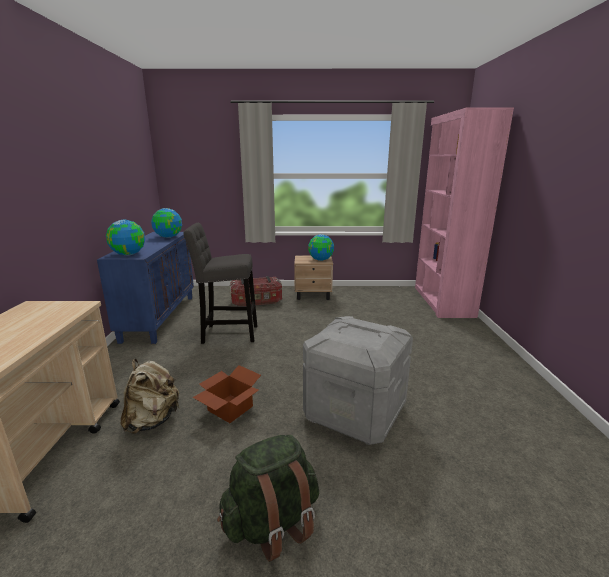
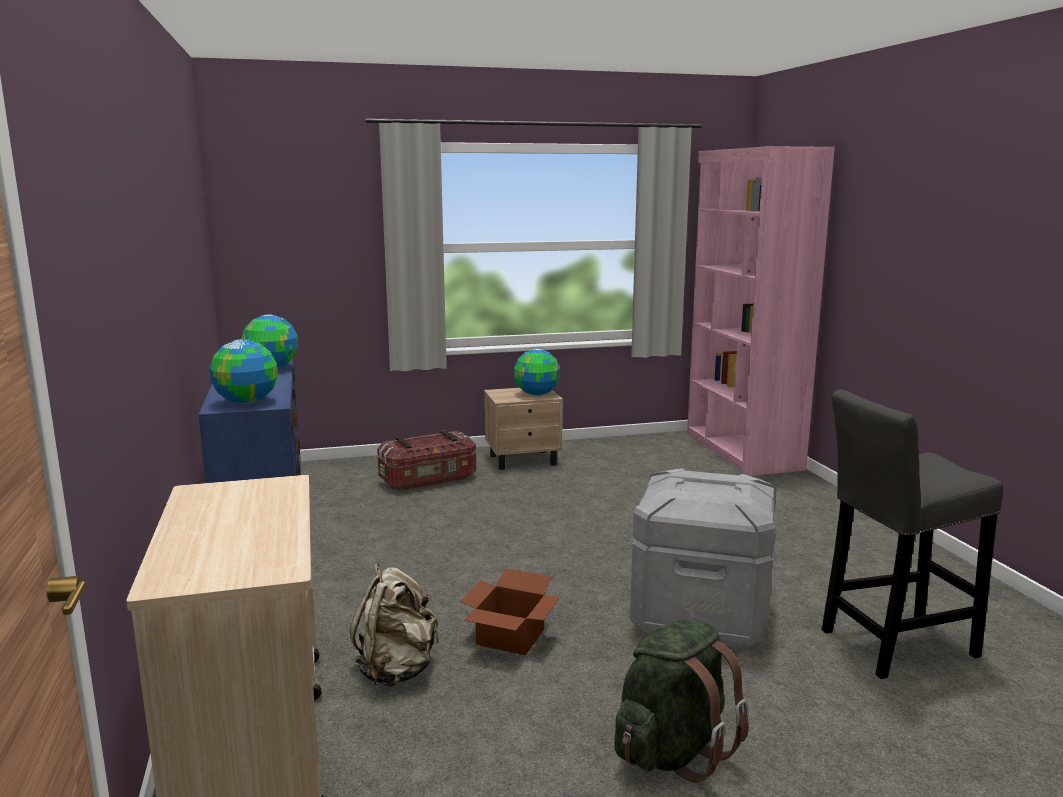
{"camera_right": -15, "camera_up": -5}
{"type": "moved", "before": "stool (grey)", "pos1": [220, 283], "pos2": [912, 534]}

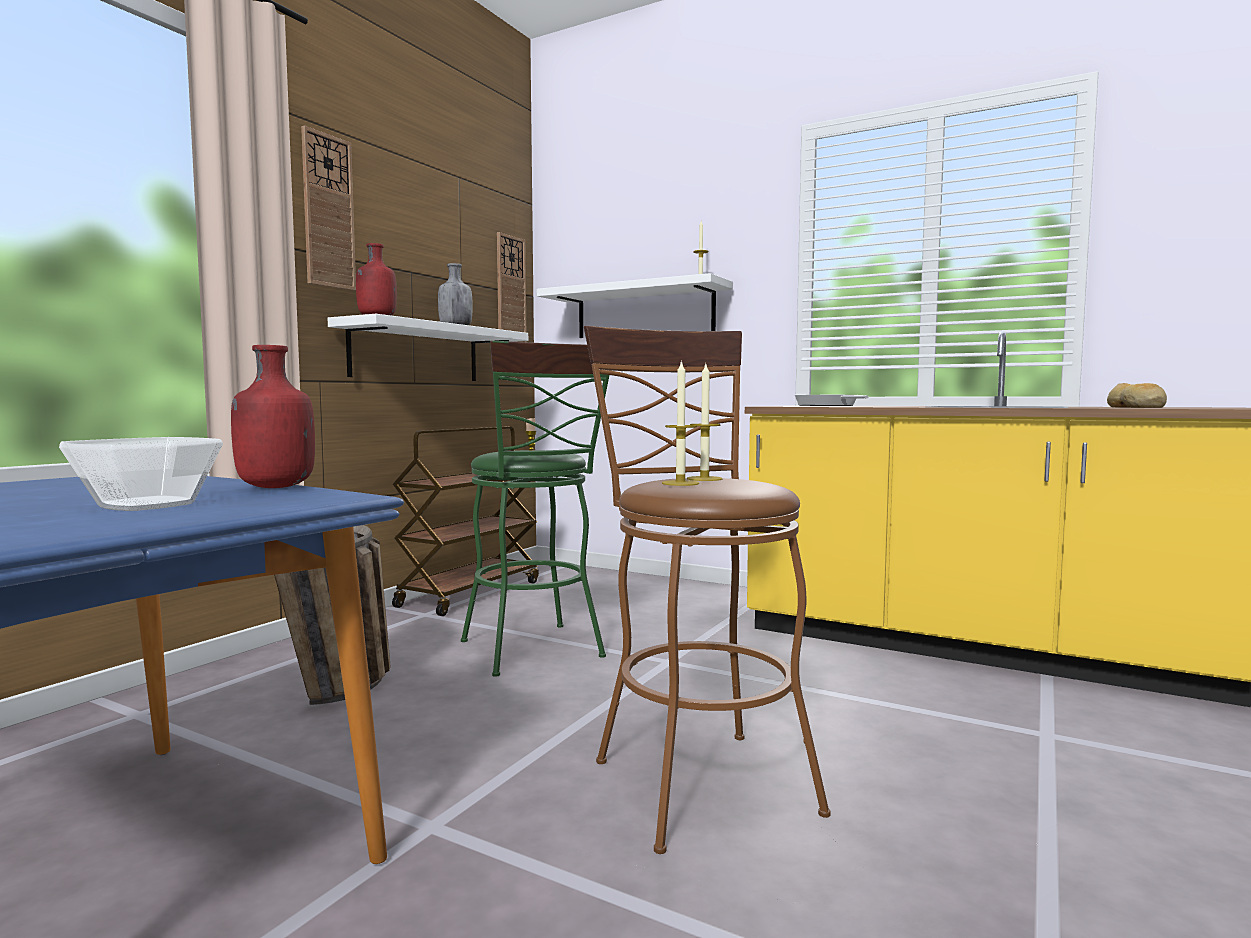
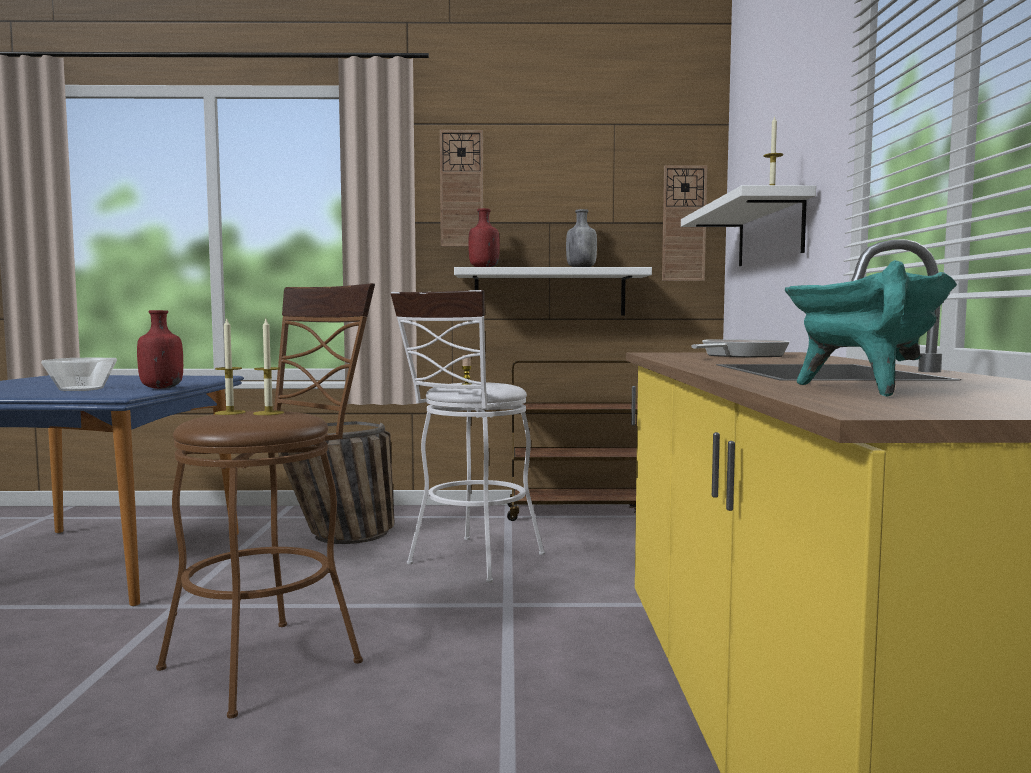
{"camera_right": 60, "camera_up": 0}
{"type": "recoloured", "before": "stool (green)", "after": "stool (white)", "pos1": [536, 509], "pos2": [467, 436]}
{"type": "replaced", "before": "bread", "after": "cooking pot (turquoise)", "pos1": [1137, 395], "pos2": [871, 328]}

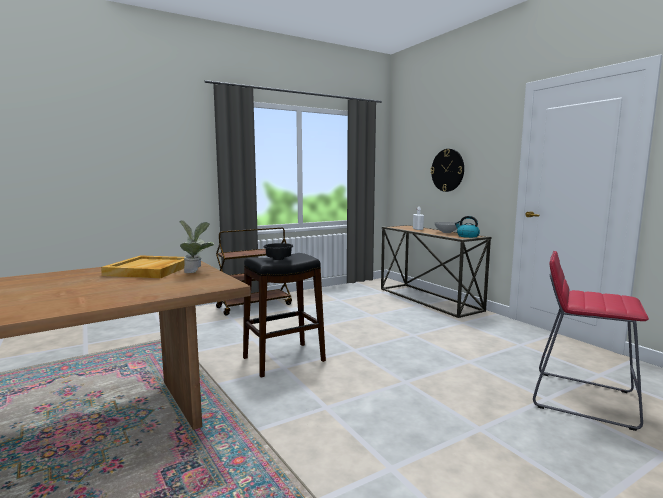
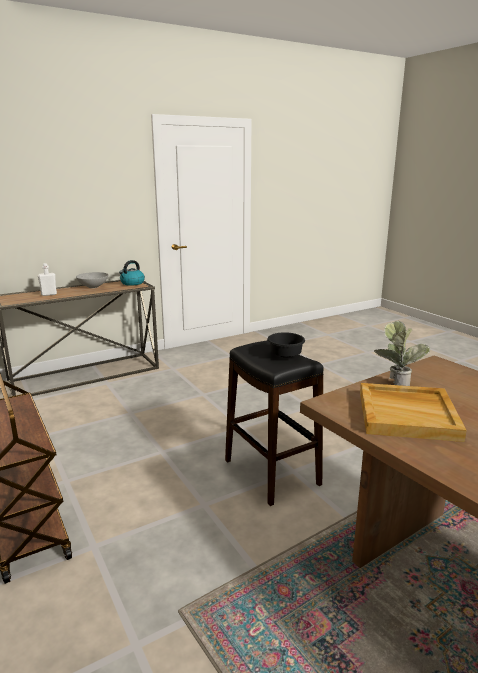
{"camera_right": -90, "camera_up": 10}
{"type": "removed", "before": "wall clock", "pos1": [447, 170]}
{"type": "removed", "before": "stool (red)", "pos1": [591, 341]}

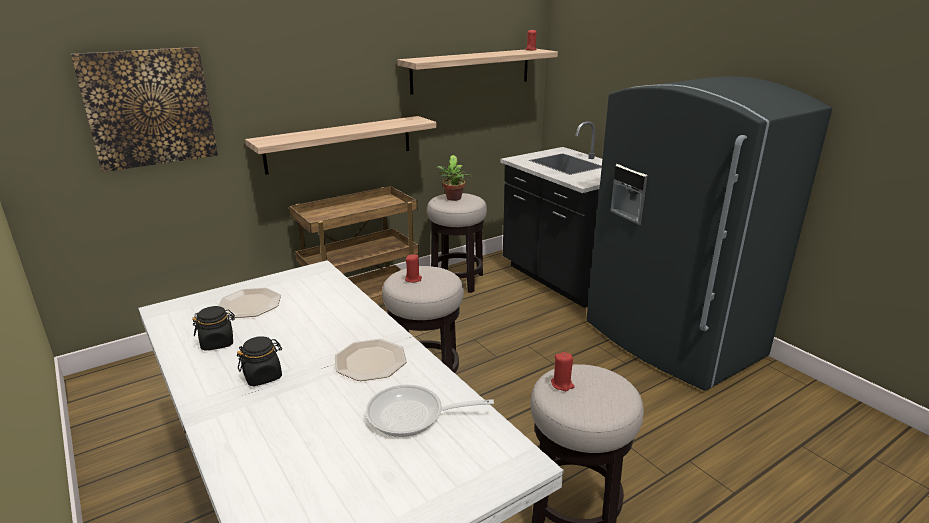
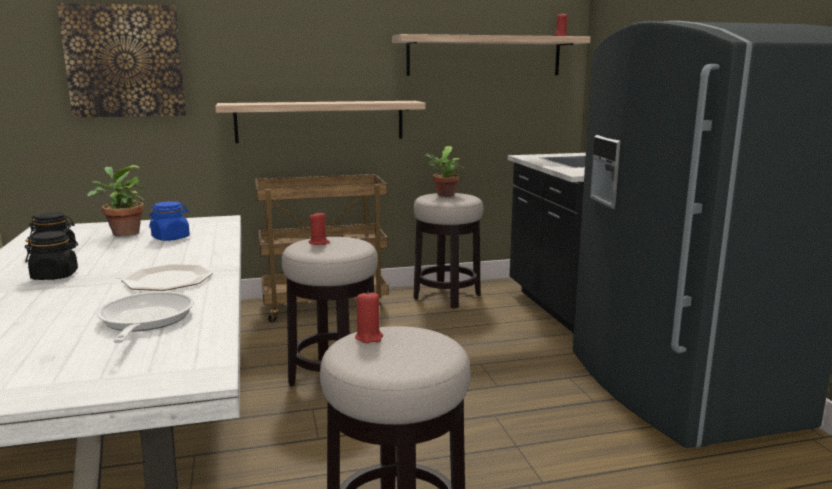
{"camera_right": 20, "camera_up": -10}
{"type": "replaced", "before": "plate", "after": "potted plant", "pos1": [249, 303], "pos2": [116, 201]}
{"type": "turned", "before": "frying pan", "pos1": [430, 411], "pos2": [145, 317], "turn": 60}
{"type": "added", "after": "jar (blue)", "pos2": [169, 221]}

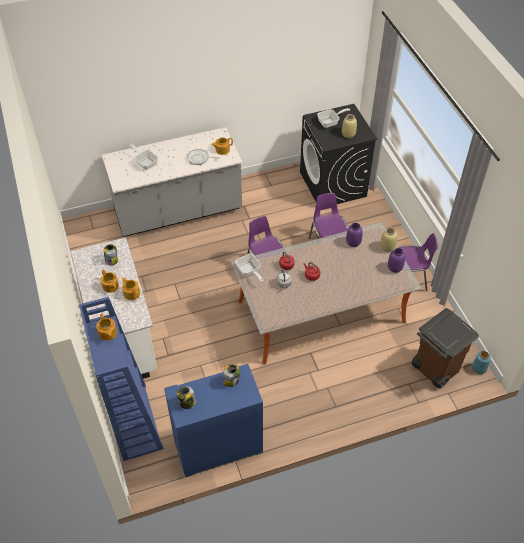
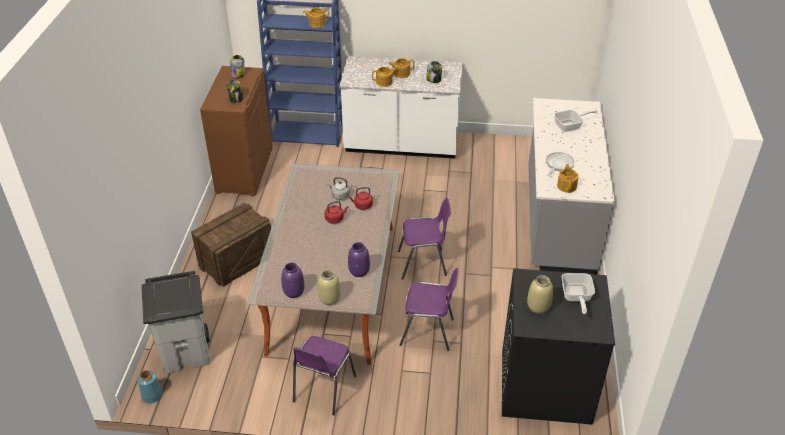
{"camera_right": 115, "camera_up": -10}
{"type": "recoloured", "before": "trash can (brown)", "after": "trash can (grey)", "pos1": [445, 348], "pos2": [176, 322]}
{"type": "added", "after": "crate", "pos2": [231, 245]}
{"type": "recoloured", "before": "cabinet (blue)", "after": "cabinet (brown)", "pos1": [213, 420], "pos2": [236, 131]}
{"type": "removed", "before": "frying pan", "pos1": [249, 268]}

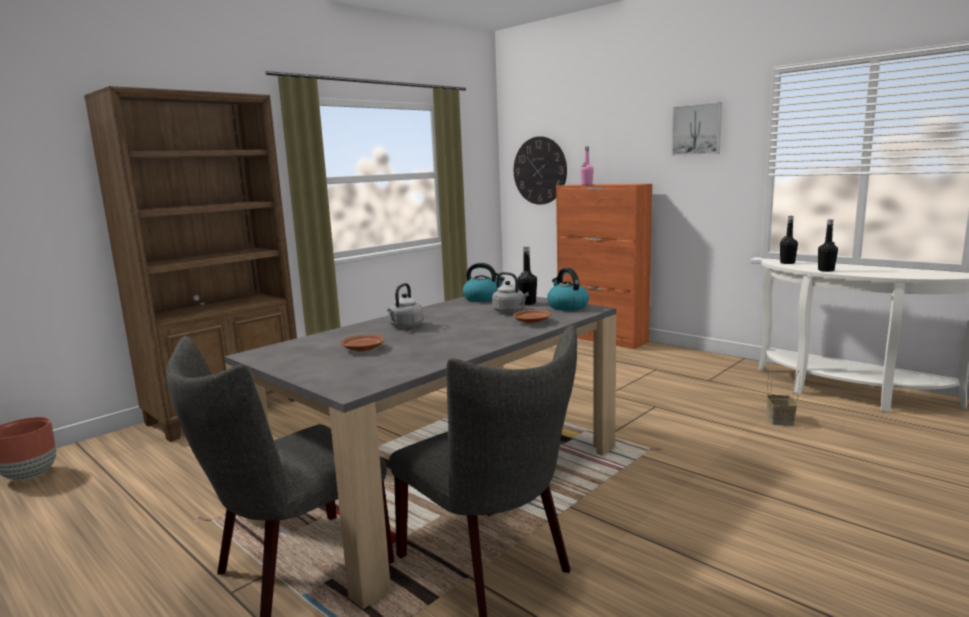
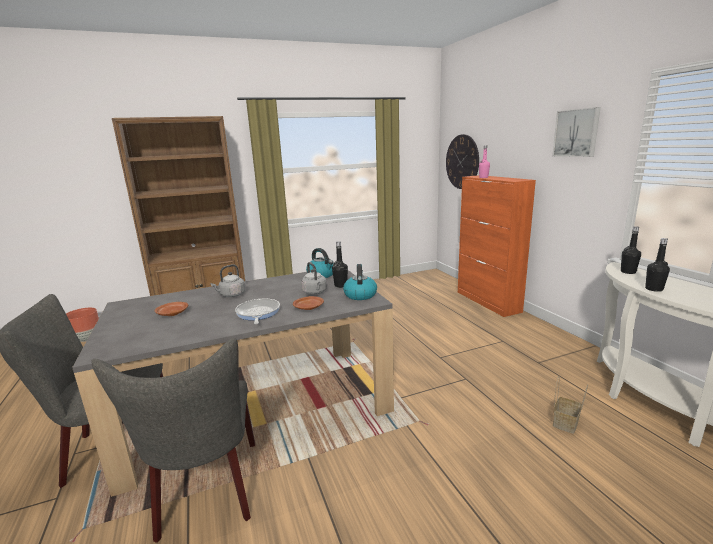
{"camera_right": 25, "camera_up": 5}
{"type": "added", "after": "frying pan", "pos2": [257, 311]}

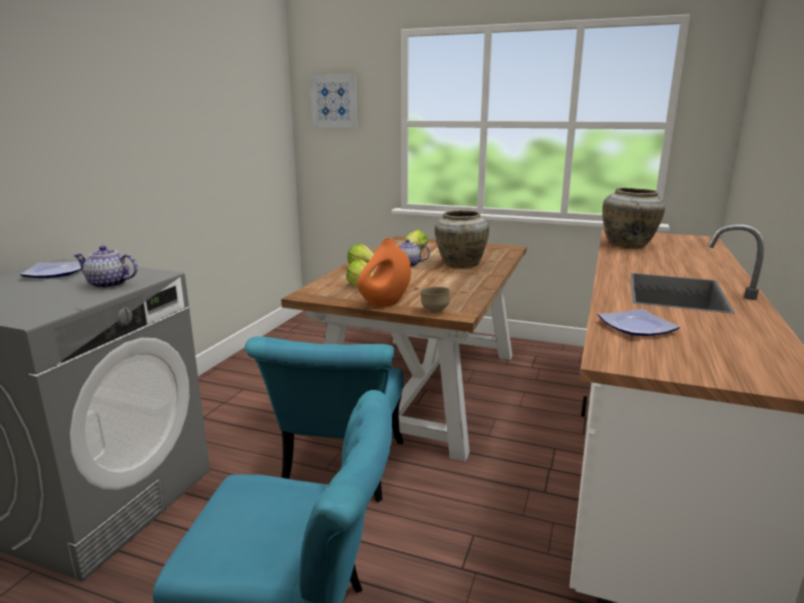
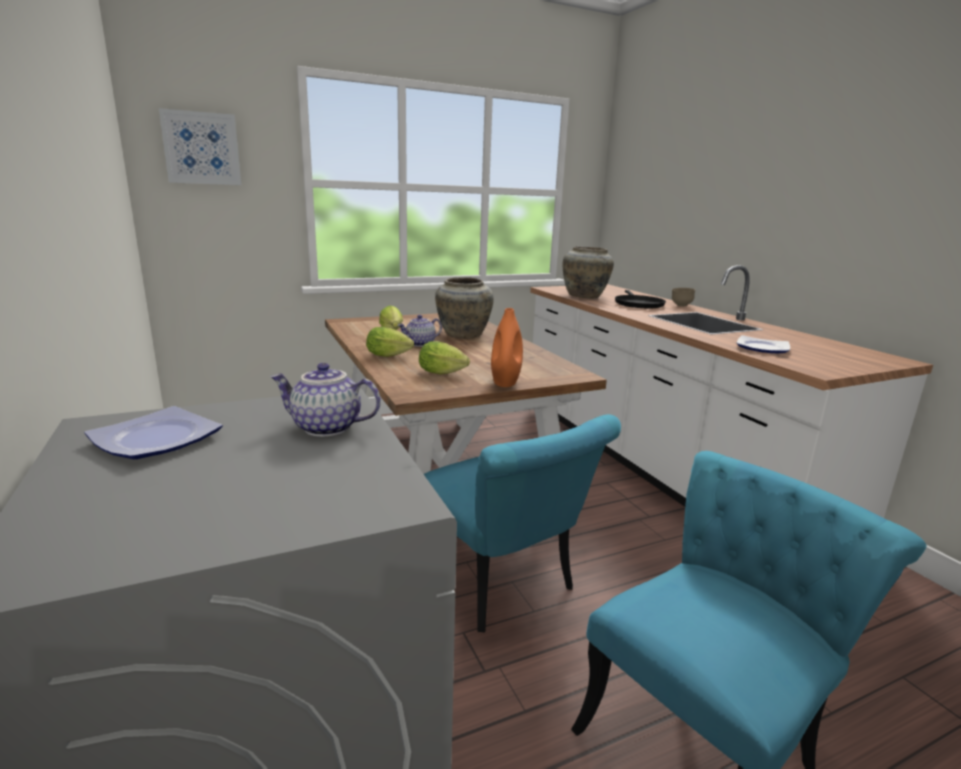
{"camera_right": -45, "camera_up": 0}
{"type": "turned", "before": "teapot", "pos1": [105, 267], "pos2": [325, 400], "turn": 45}
{"type": "added", "after": "frying pan (black)", "pos2": [640, 299]}
{"type": "moved", "before": "bowl (brown)", "pos1": [435, 300], "pos2": [683, 297]}

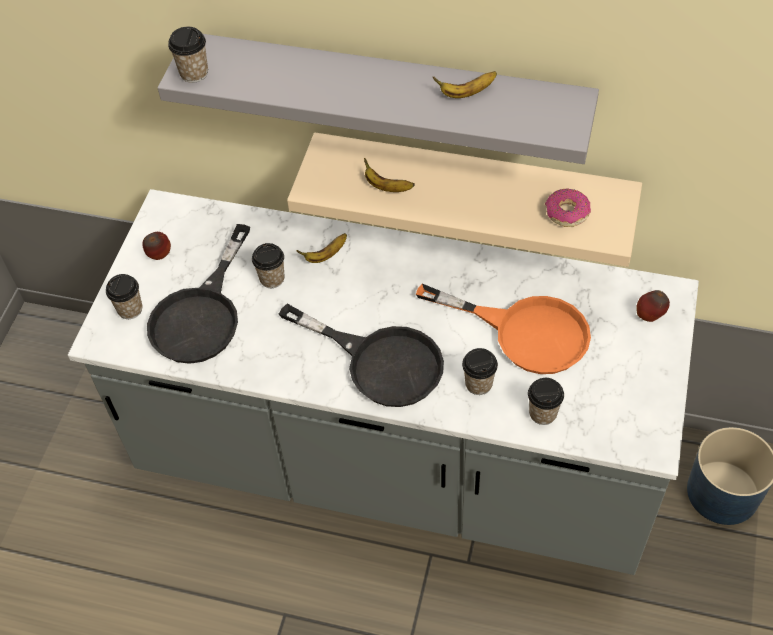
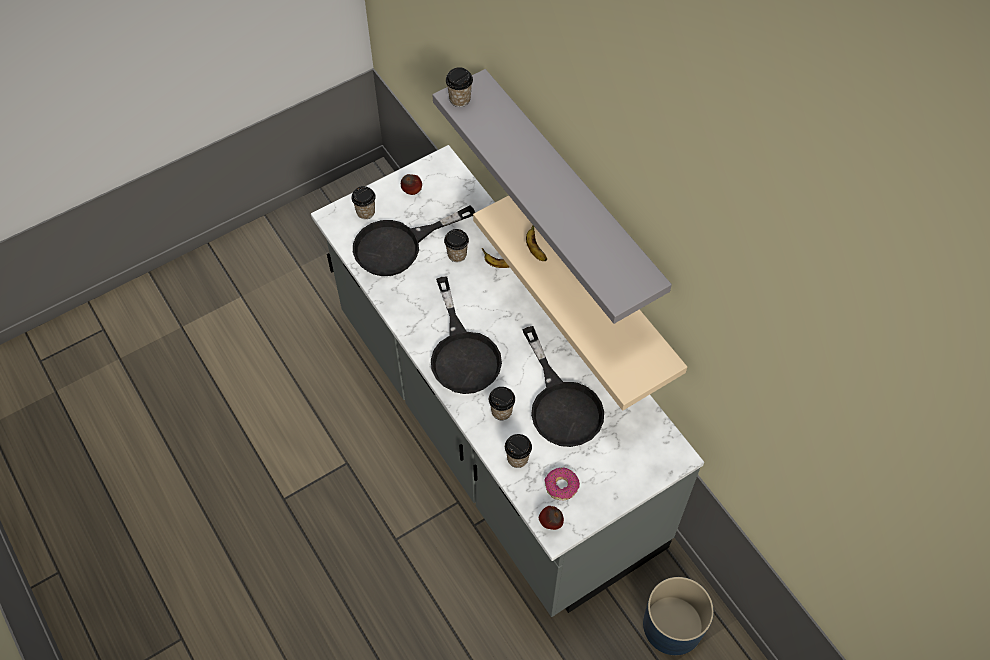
{"camera_right": 40, "camera_up": 5}
{"type": "recoloured", "before": "frying pan (orange)", "after": "frying pan (black)", "pos1": [503, 329], "pos2": [563, 386]}
{"type": "moved", "before": "apple", "pos1": [653, 306], "pos2": [551, 518]}
{"type": "moved", "before": "donut", "pos1": [568, 207], "pos2": [562, 484]}
{"type": "removed", "before": "banana", "pos1": [465, 84]}

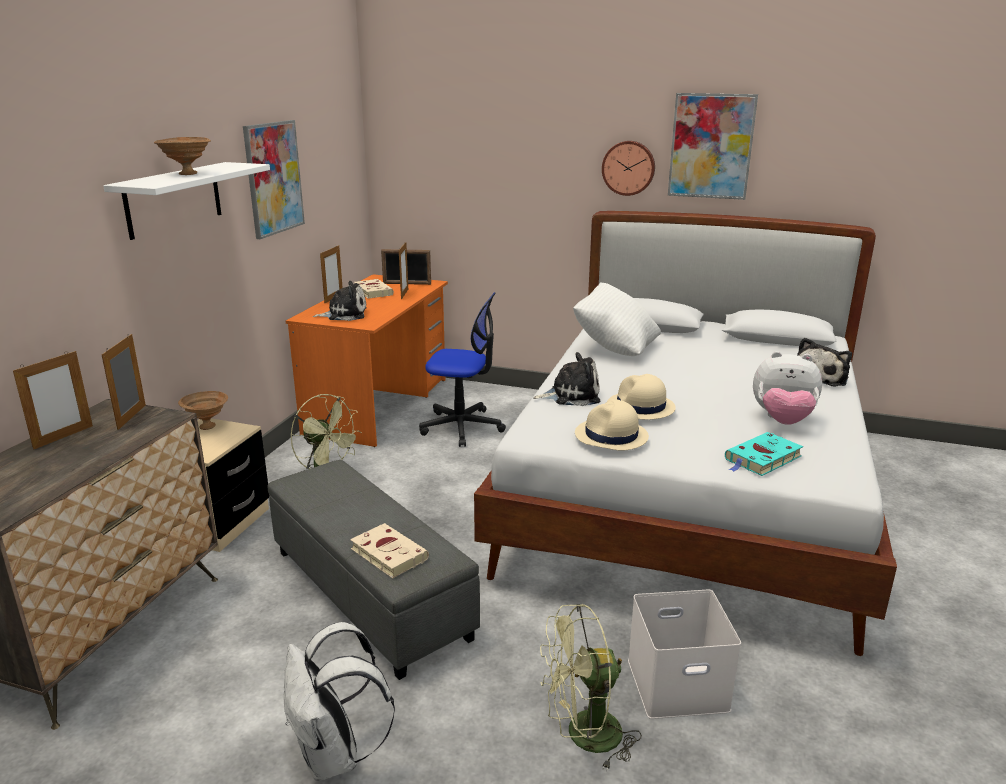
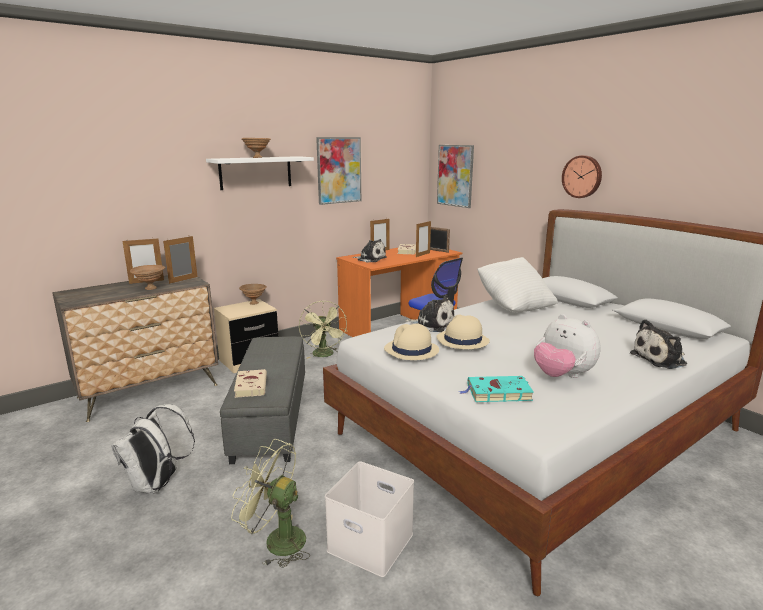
{"camera_right": 35, "camera_up": -5}
{"type": "added", "after": "bowl (brown)", "pos2": [147, 277]}
{"type": "moved", "before": "picture", "pos1": [713, 146], "pos2": [455, 176]}

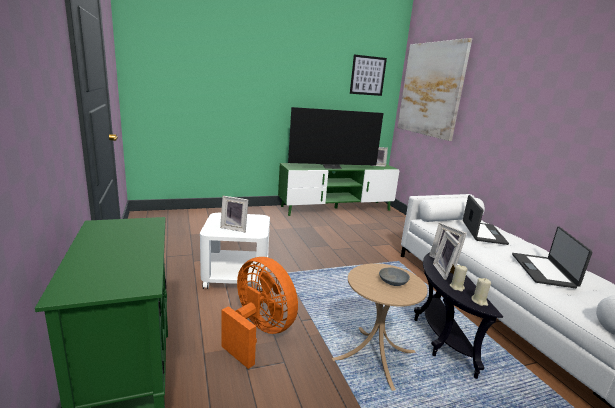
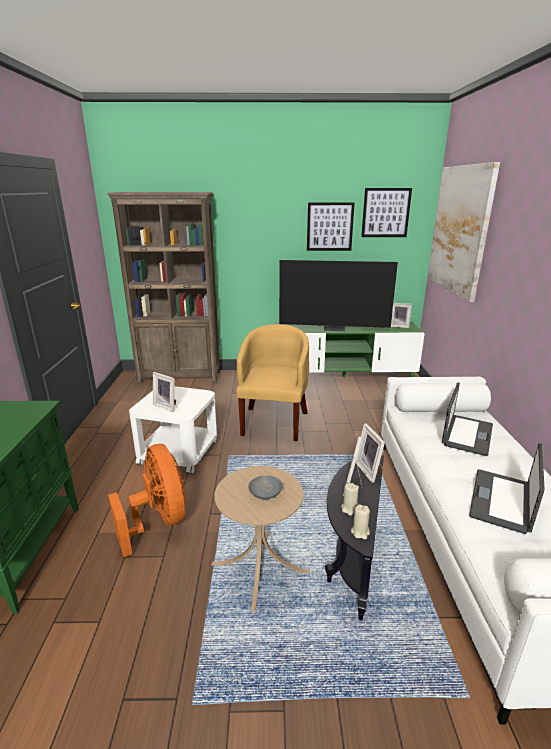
{"camera_right": 20, "camera_up": 5}
{"type": "added", "after": "bookcase (brown)", "pos2": [163, 288]}
{"type": "added", "after": "armchair (yellow)", "pos2": [272, 382]}
{"type": "added", "after": "picture", "pos2": [330, 227]}

